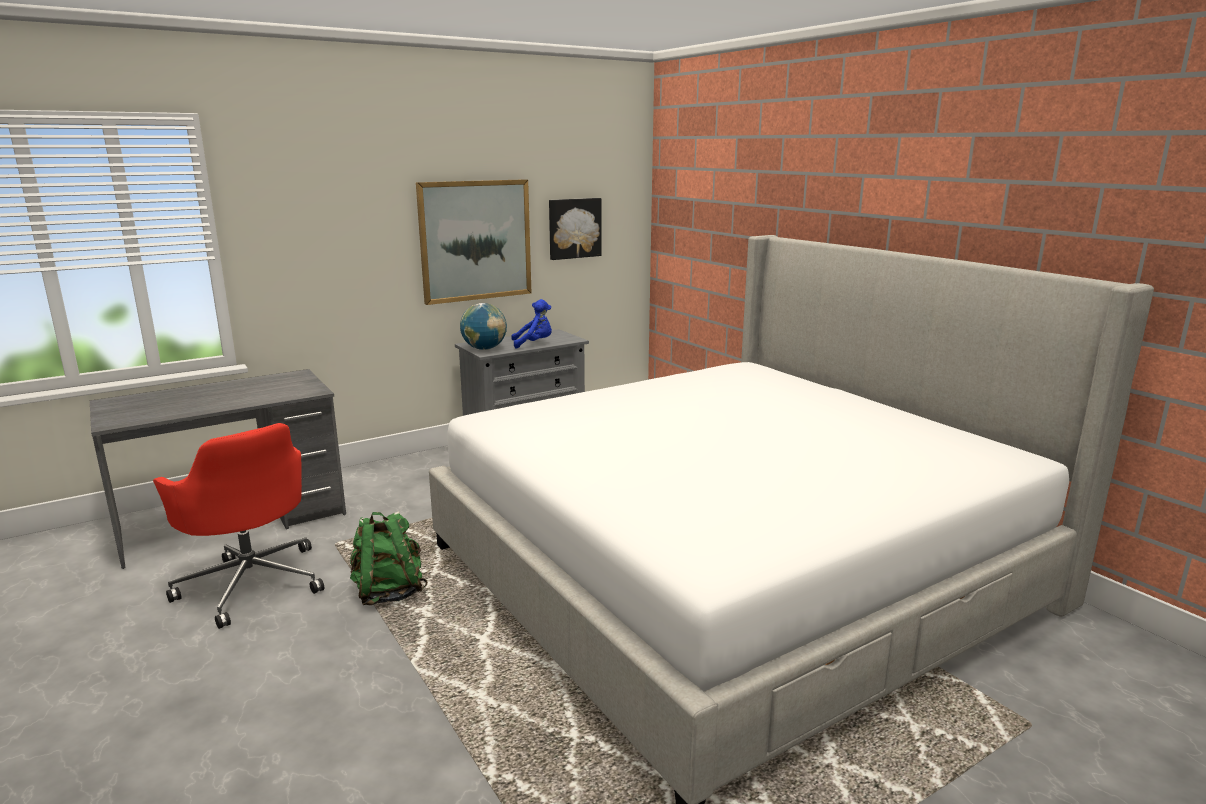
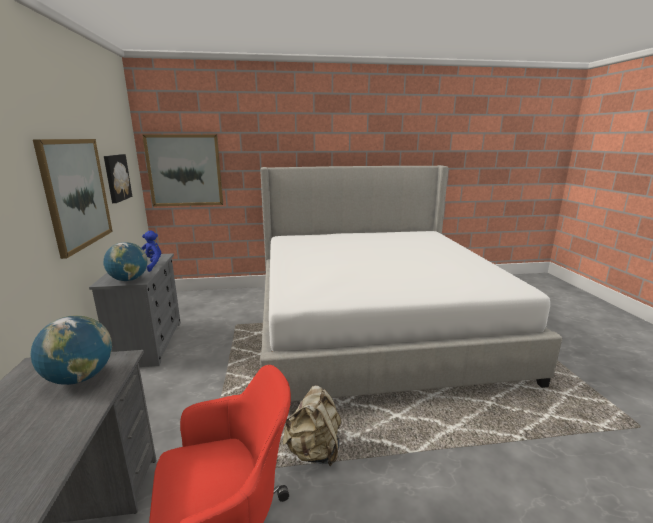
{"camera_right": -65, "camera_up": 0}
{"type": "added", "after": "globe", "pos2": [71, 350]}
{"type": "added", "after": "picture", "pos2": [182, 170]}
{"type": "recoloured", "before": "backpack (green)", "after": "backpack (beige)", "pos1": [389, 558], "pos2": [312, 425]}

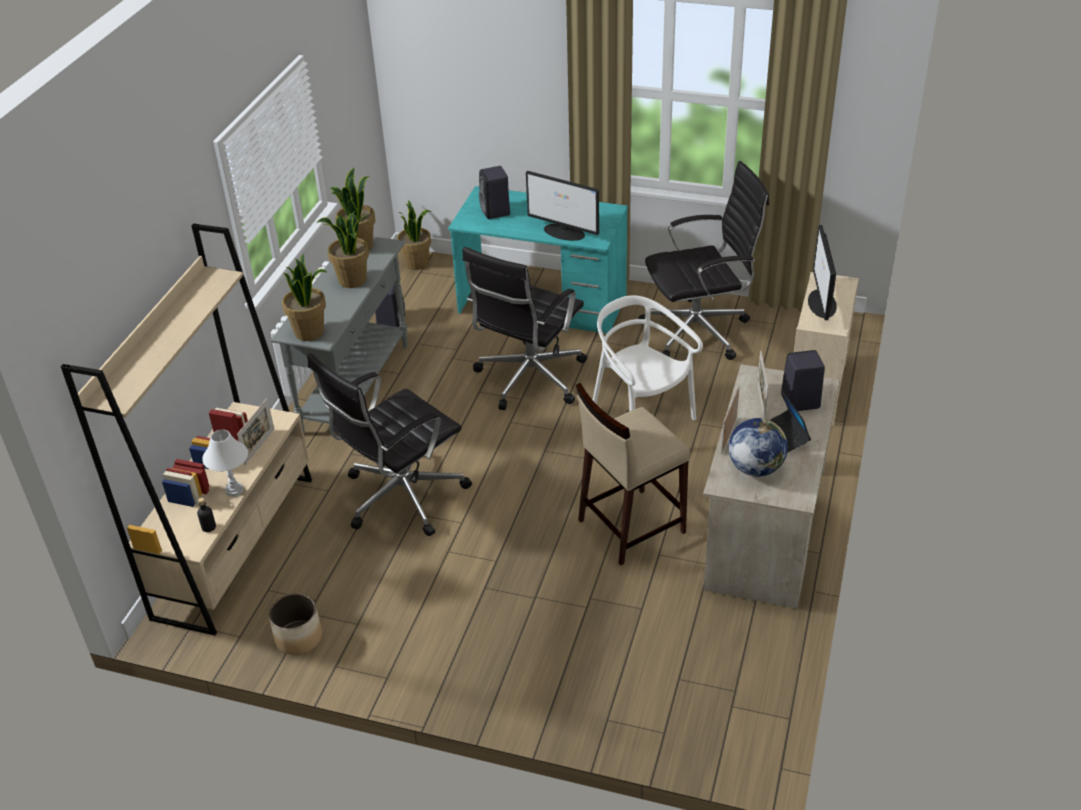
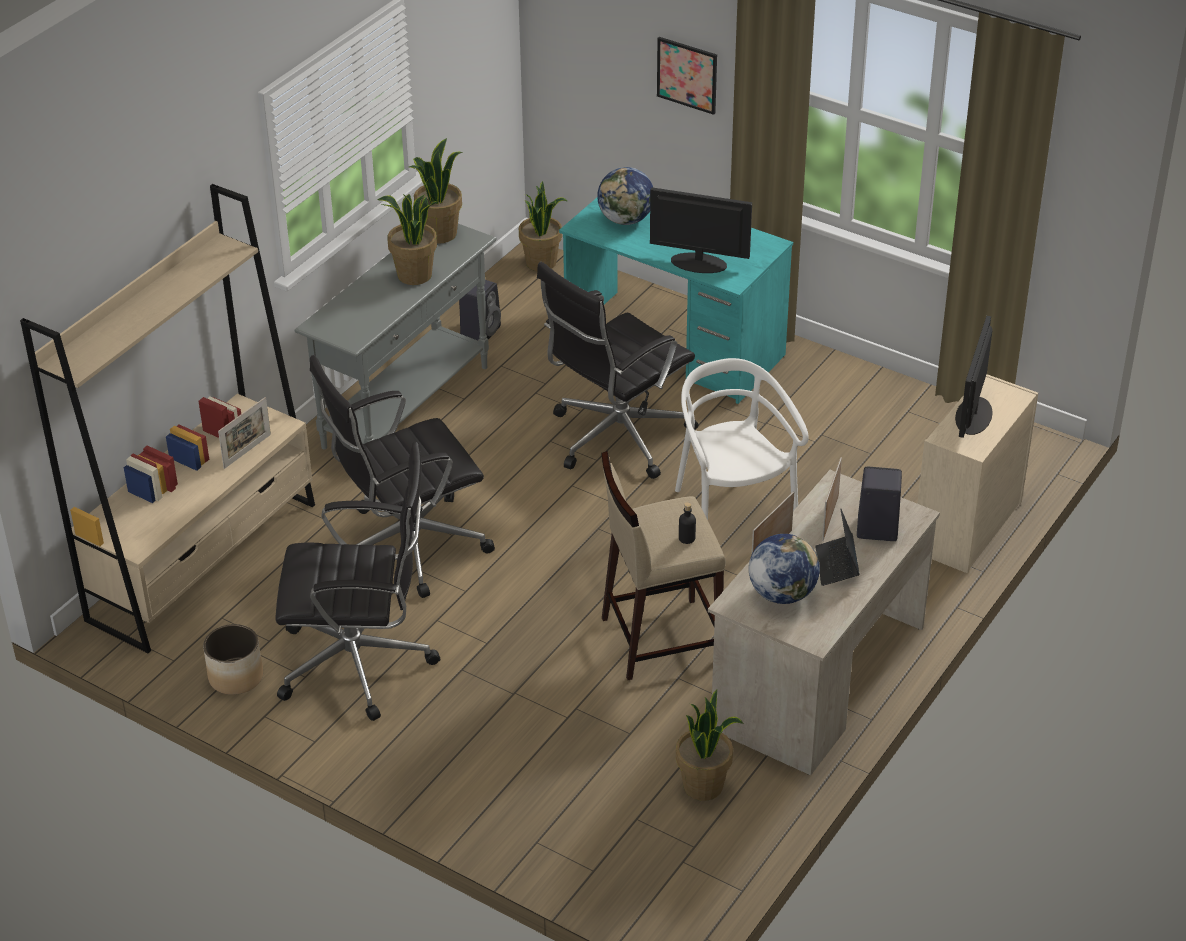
{"camera_right": 15, "camera_up": 0}
{"type": "moved", "before": "office chair (black)", "pos1": [704, 260], "pos2": [357, 581]}
{"type": "replaced", "before": "speaker (black)", "after": "globe", "pos1": [494, 192], "pos2": [625, 196]}
{"type": "turned", "before": "monitor", "pos1": [562, 206], "pos2": [701, 230], "turn": 150}
{"type": "added", "after": "picture", "pos2": [687, 76]}
{"type": "moved", "before": "potted plant", "pos1": [304, 297], "pos2": [710, 745]}
{"type": "moved", "before": "bottle (black)", "pos1": [206, 515], "pos2": [687, 523]}
{"type": "removed", "before": "table lamp (white)", "pos1": [225, 463]}

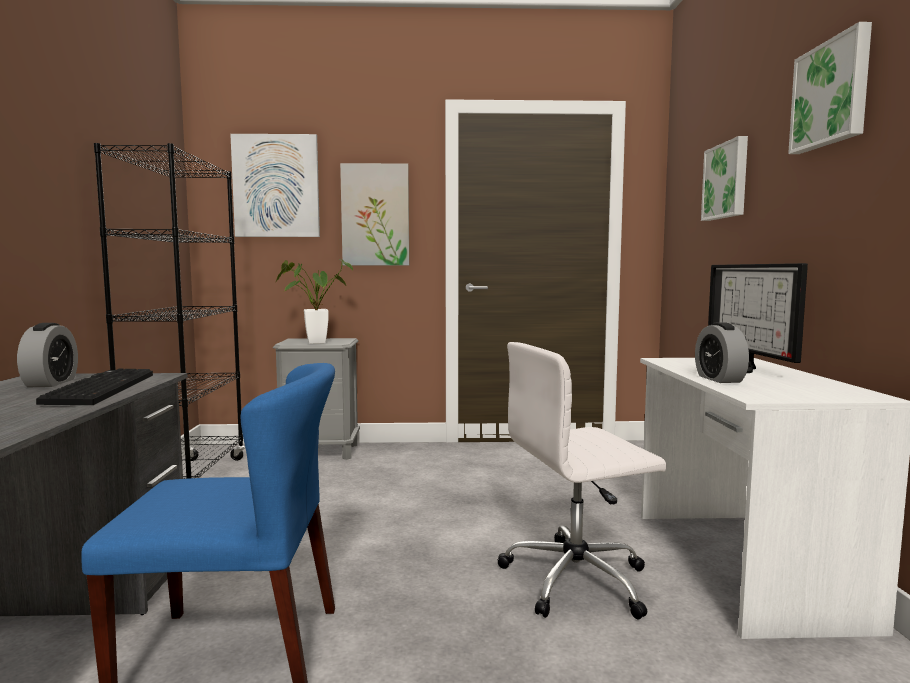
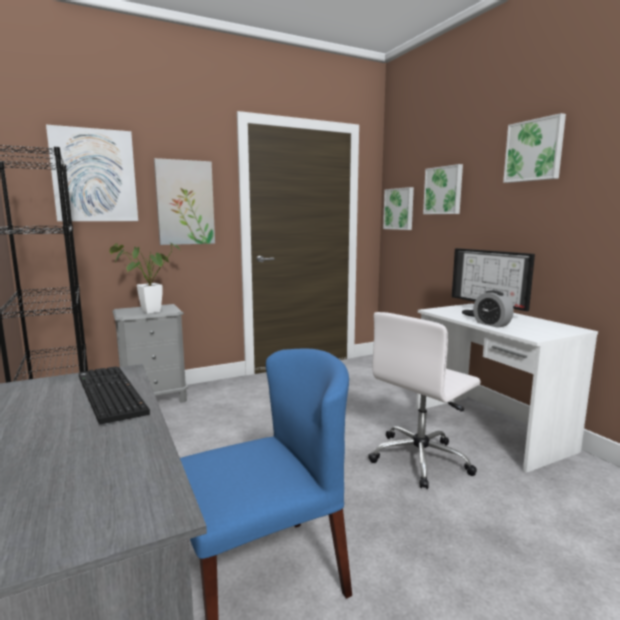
{"camera_right": -25, "camera_up": 5}
{"type": "added", "after": "picture", "pos2": [398, 208]}
{"type": "removed", "before": "alarm clock", "pos1": [47, 355]}

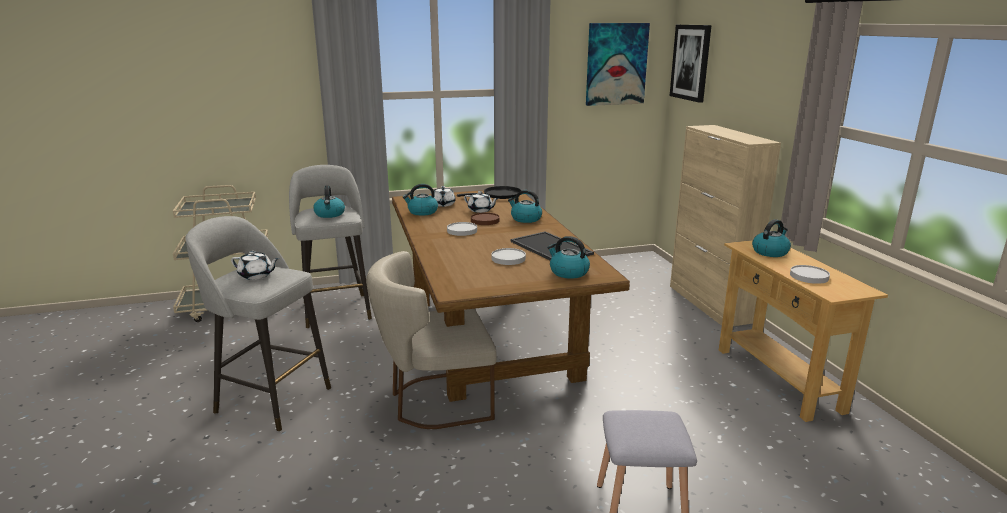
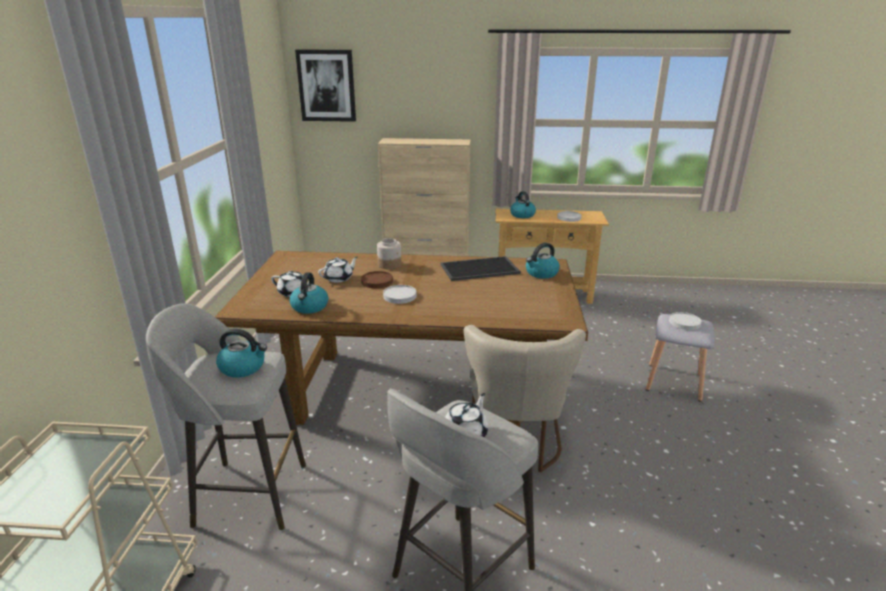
{"camera_right": -70, "camera_up": 5}
{"type": "replaced", "before": "kettle", "after": "jar", "pos1": [525, 206], "pos2": [389, 253]}
{"type": "moved", "before": "plate (white)", "pos1": [508, 256], "pos2": [685, 321]}
{"type": "removed", "before": "frying pan (black)", "pos1": [489, 192]}
{"type": "removed", "before": "picture", "pos1": [618, 64]}

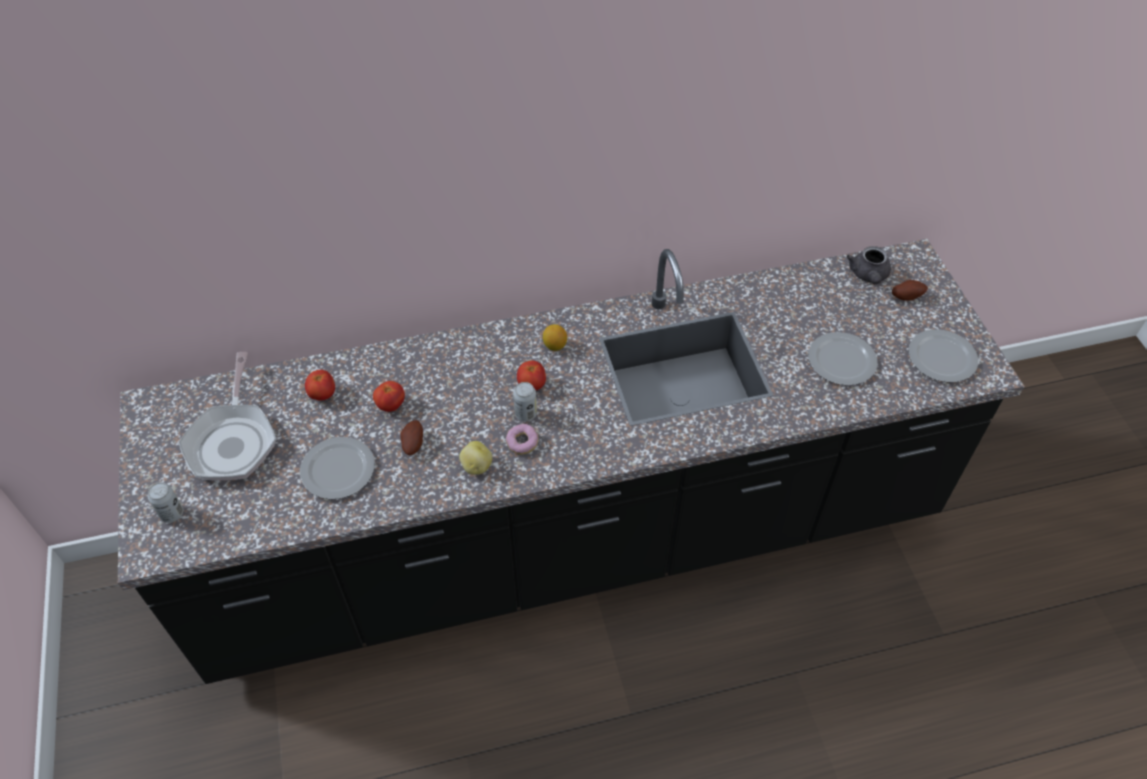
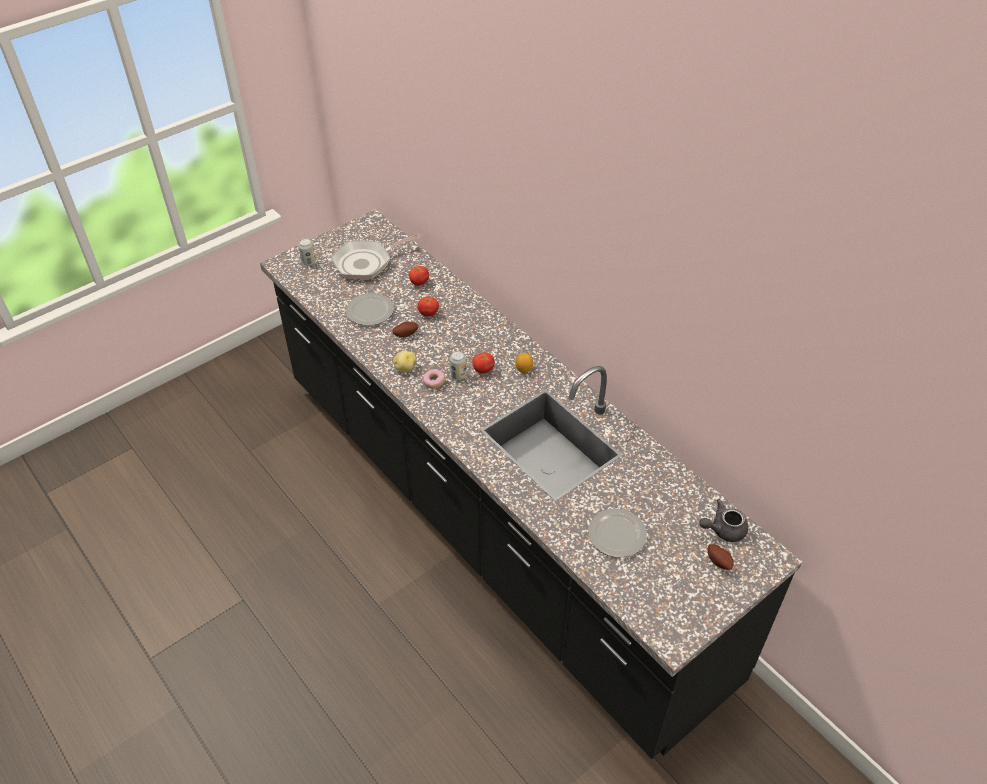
{"camera_right": 65, "camera_up": -5}
{"type": "removed", "before": "plate", "pos1": [943, 355]}

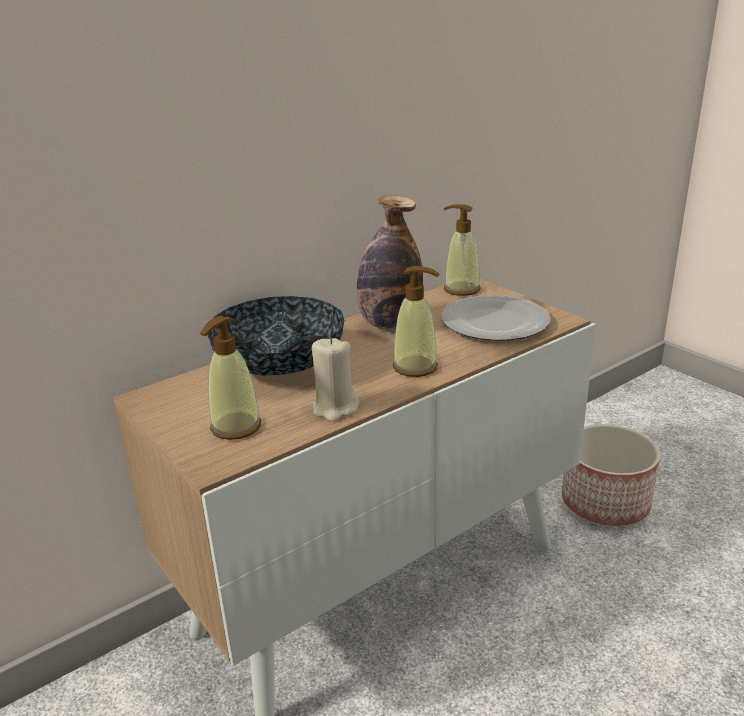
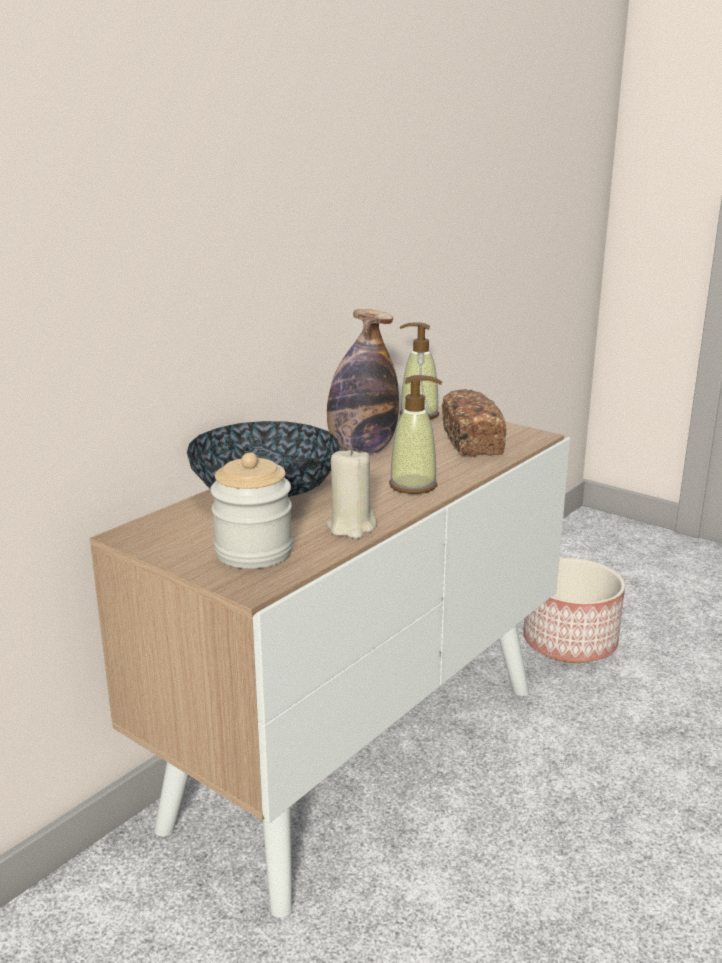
{"camera_right": -15, "camera_up": -5}
{"type": "replaced", "before": "soap dispenser", "after": "jar", "pos1": [230, 378], "pos2": [251, 511]}
{"type": "replaced", "before": "plate", "after": "bread", "pos1": [495, 318], "pos2": [474, 423]}

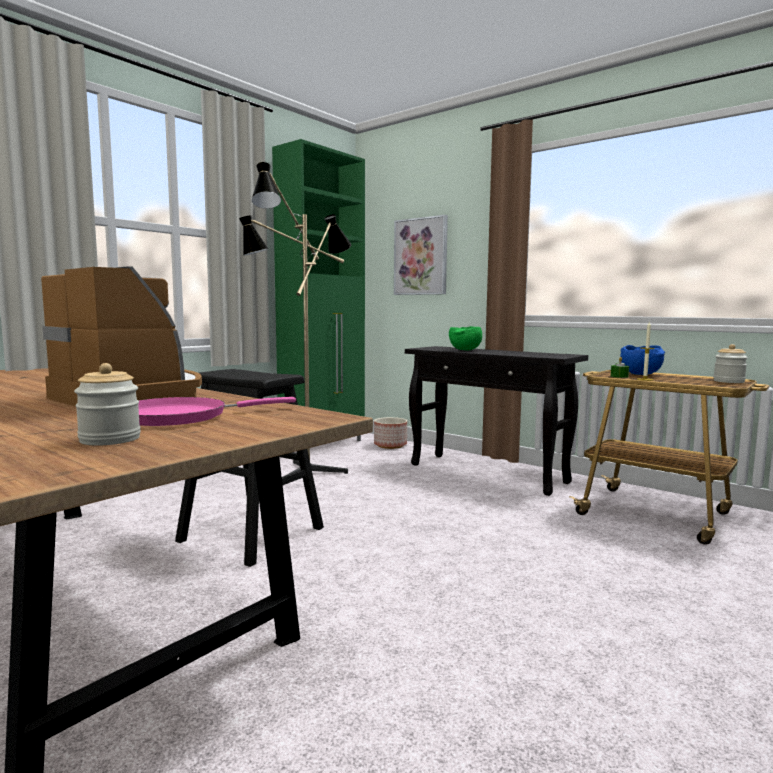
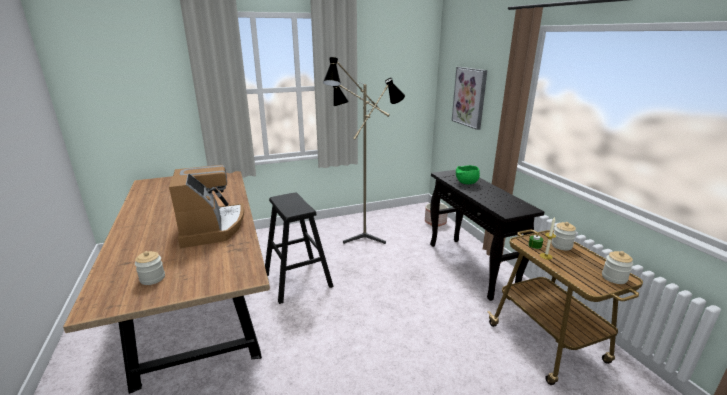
{"camera_right": 30, "camera_up": 15}
{"type": "replaced", "before": "bowl (blue)", "after": "jar", "pos1": [643, 360], "pos2": [564, 236]}
{"type": "removed", "before": "frying pan (pink)", "pos1": [217, 411]}
{"type": "removed", "before": "cabinet (green)", "pos1": [318, 290]}

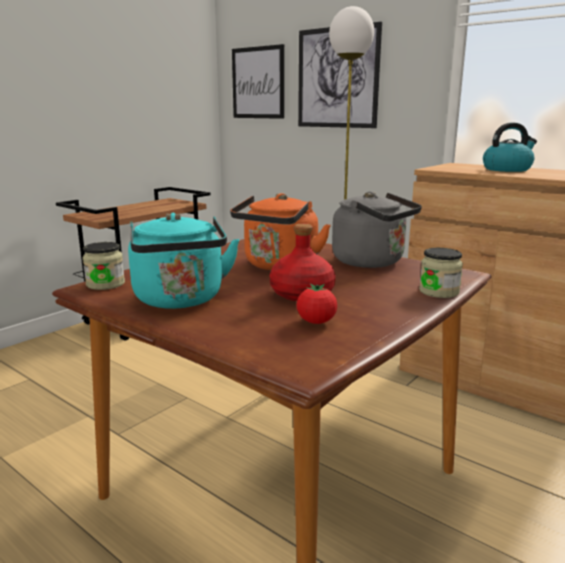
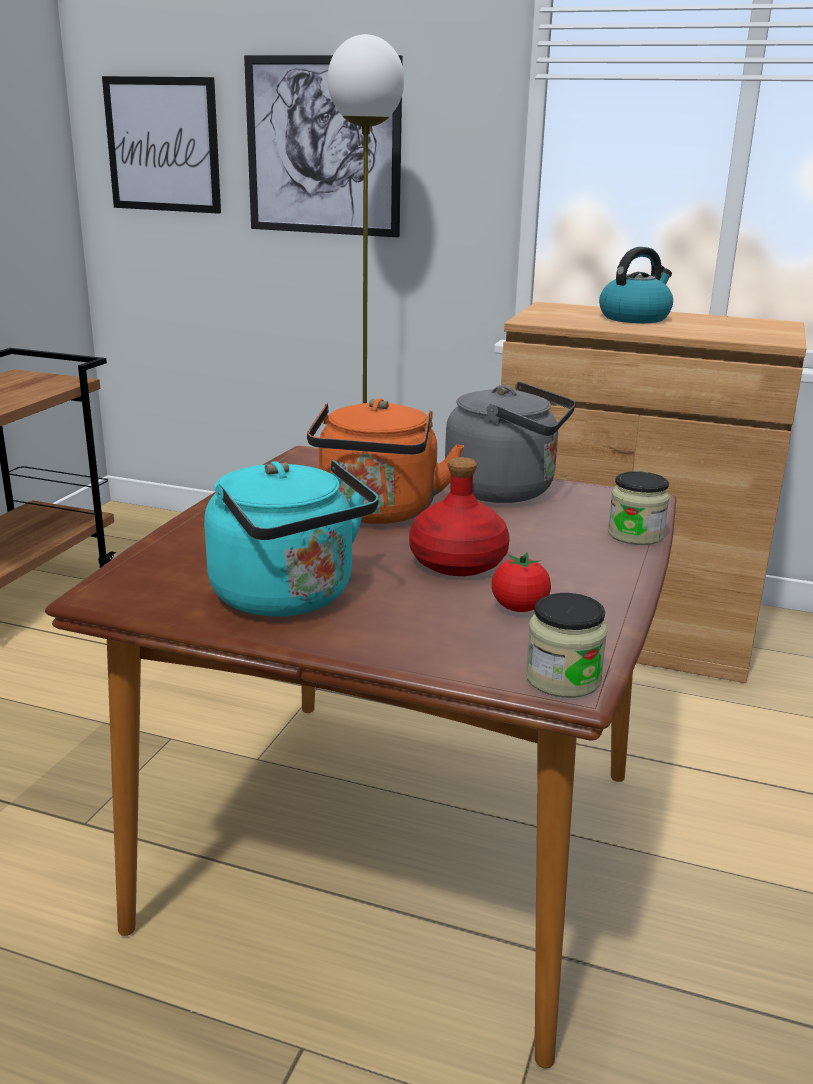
{"camera_right": -20, "camera_up": 5}
{"type": "moved", "before": "jar", "pos1": [104, 266], "pos2": [566, 645]}

